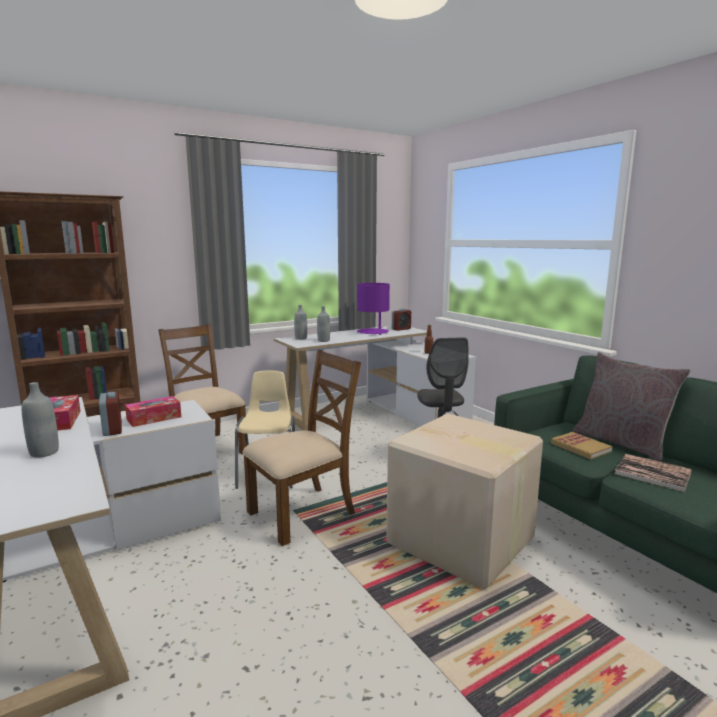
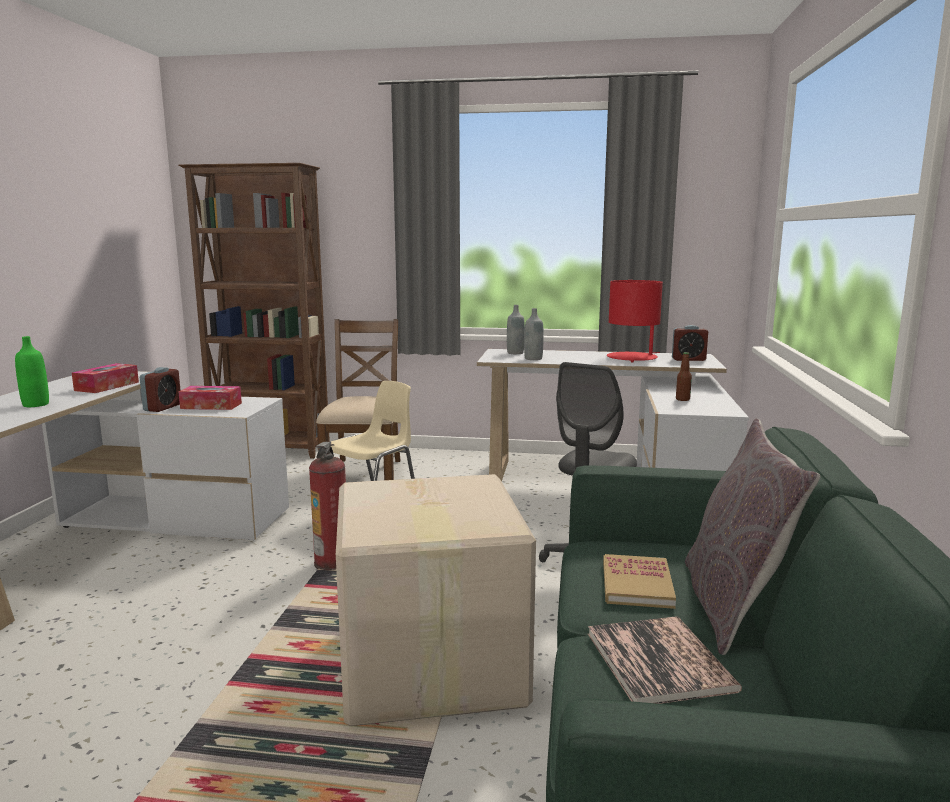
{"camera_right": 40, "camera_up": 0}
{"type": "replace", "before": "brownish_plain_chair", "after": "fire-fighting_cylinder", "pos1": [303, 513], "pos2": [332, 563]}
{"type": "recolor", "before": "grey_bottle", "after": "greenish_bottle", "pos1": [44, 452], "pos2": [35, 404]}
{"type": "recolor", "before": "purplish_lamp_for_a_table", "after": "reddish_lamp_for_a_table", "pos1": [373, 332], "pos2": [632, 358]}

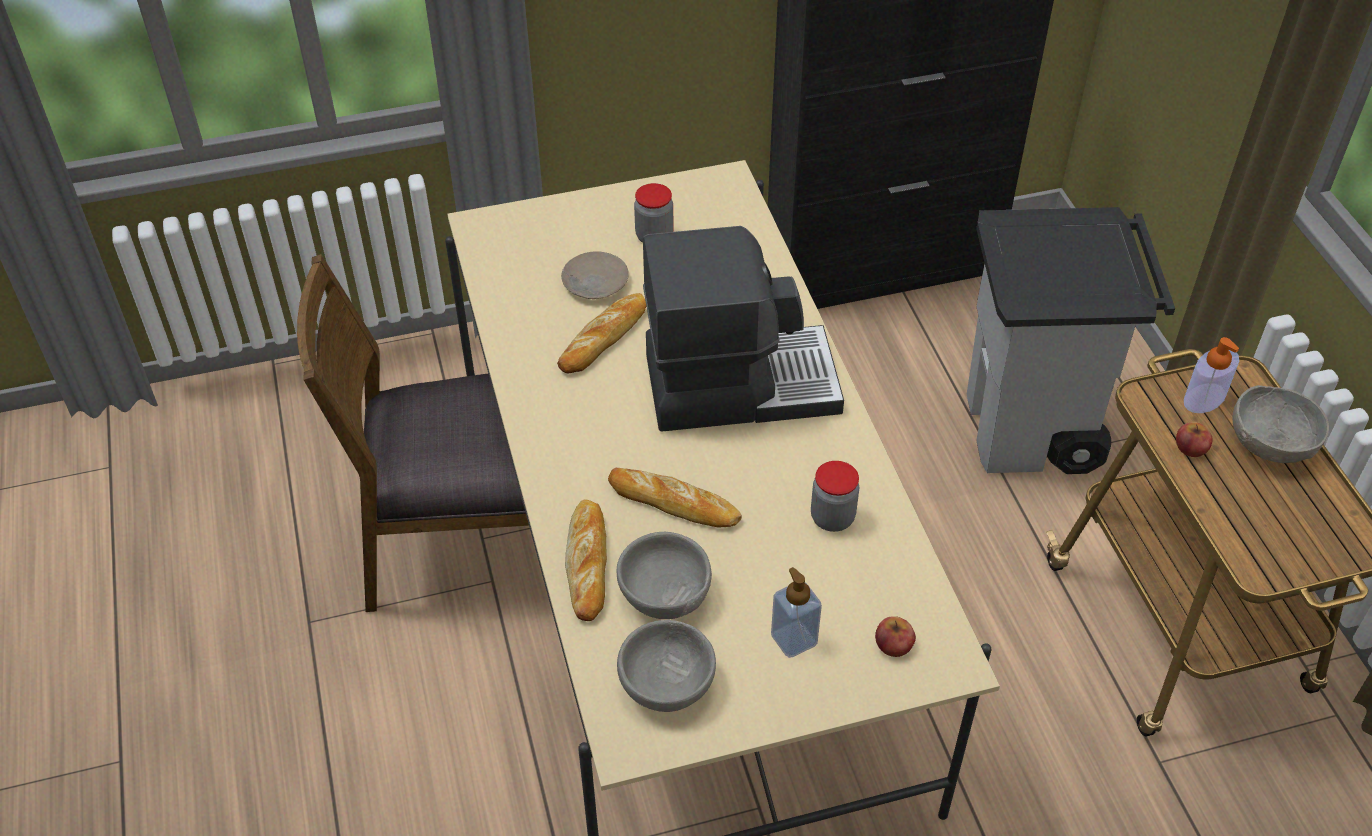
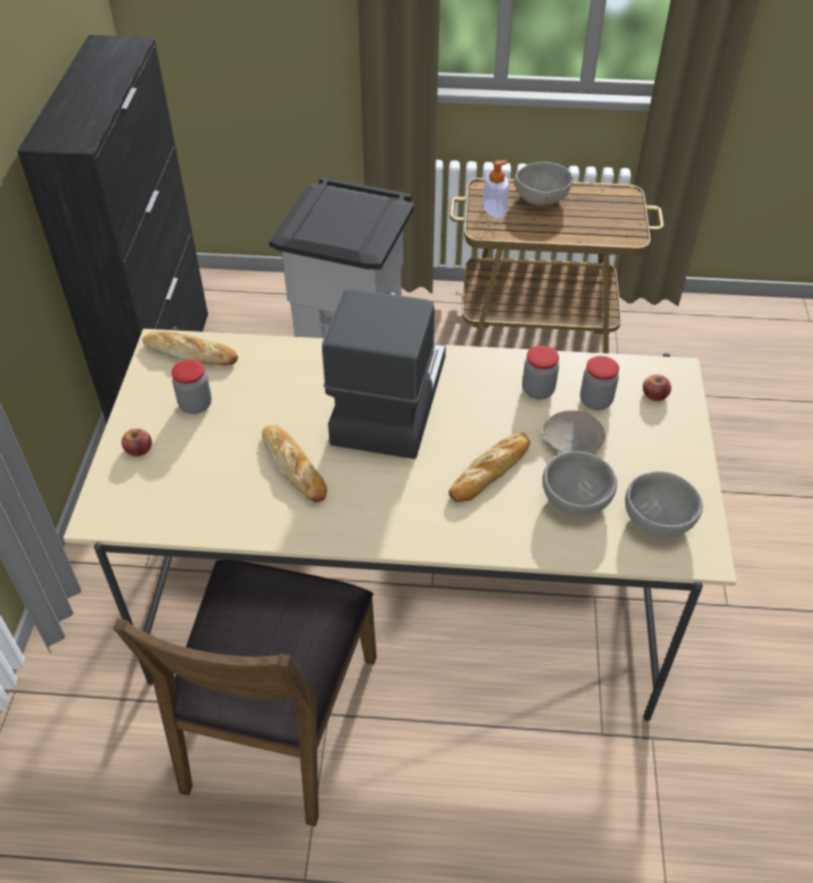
{"camera_right": -70, "camera_up": 0}
{"type": "delete", "before": "soap_bottle", "pos1": [794, 639]}
{"type": "insert", "after": "preserve_jar", "pos2": [595, 401]}
{"type": "move", "before": "beige_plate", "pos1": [595, 283], "pos2": [573, 439]}
{"type": "move", "before": "bread", "pos1": [588, 563], "pos2": [190, 353]}
{"type": "move", "before": "apple_fruit", "pos1": [1190, 448], "pos2": [138, 449]}

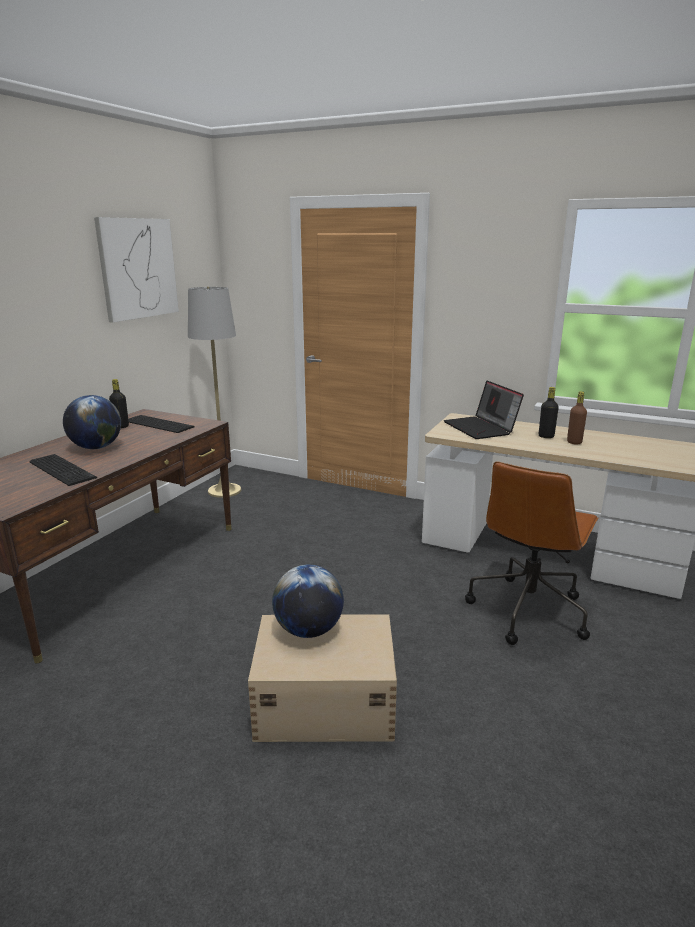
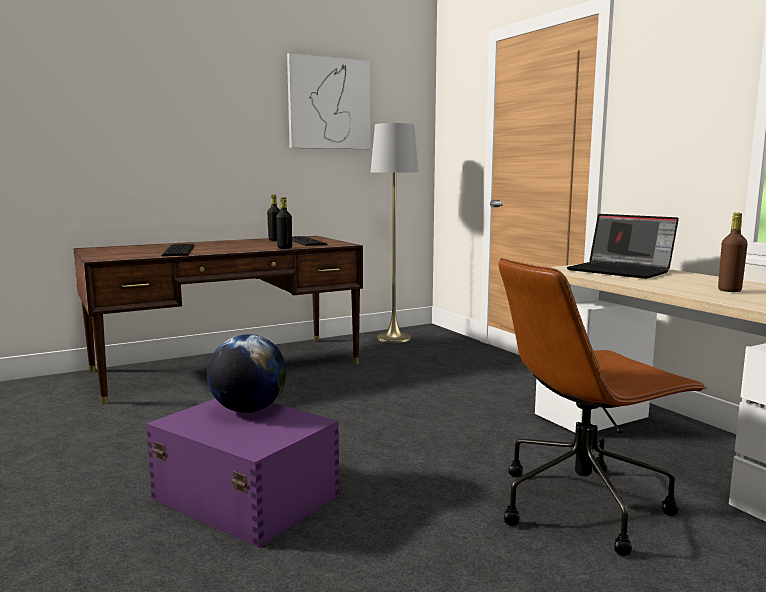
{"camera_right": 35, "camera_up": -10}
{"type": "delete", "before": "world_globe", "pos1": [96, 447]}
{"type": "move", "before": "black_bottle", "pos1": [546, 436], "pos2": [284, 248]}
{"type": "recolor", "before": "beige_storage_container", "after": "purplish_storage_container", "pos1": [323, 702], "pos2": [245, 496]}
{"type": "rotate", "before": "notebook_computer", "pos1": [481, 428], "pos2": [621, 271], "turn": -60}

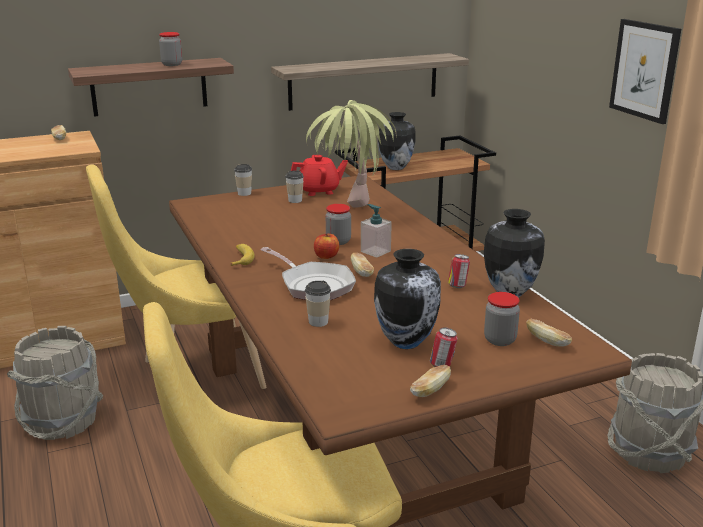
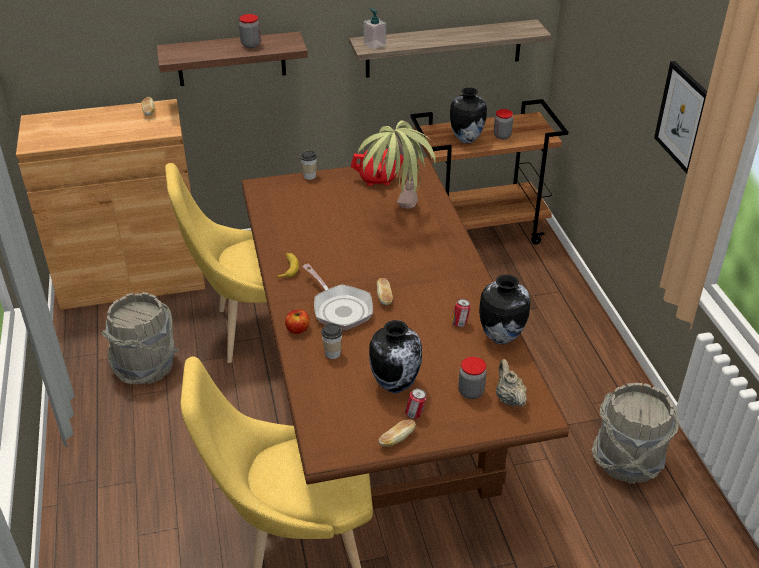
{"camera_right": 10, "camera_up": 15}
{"type": "delete", "before": "small_cup", "pos1": [295, 200]}
{"type": "move", "before": "apple_fruit", "pos1": [326, 256], "pos2": [297, 329]}
{"type": "move", "before": "preserve_jar", "pos1": [338, 241], "pos2": [502, 136]}
{"type": "move", "before": "soap_bottle", "pos1": [375, 251], "pos2": [374, 44]}
{"type": "replace", "before": "bread", "after": "beige_teapot", "pos1": [547, 341], "pos2": [509, 398]}

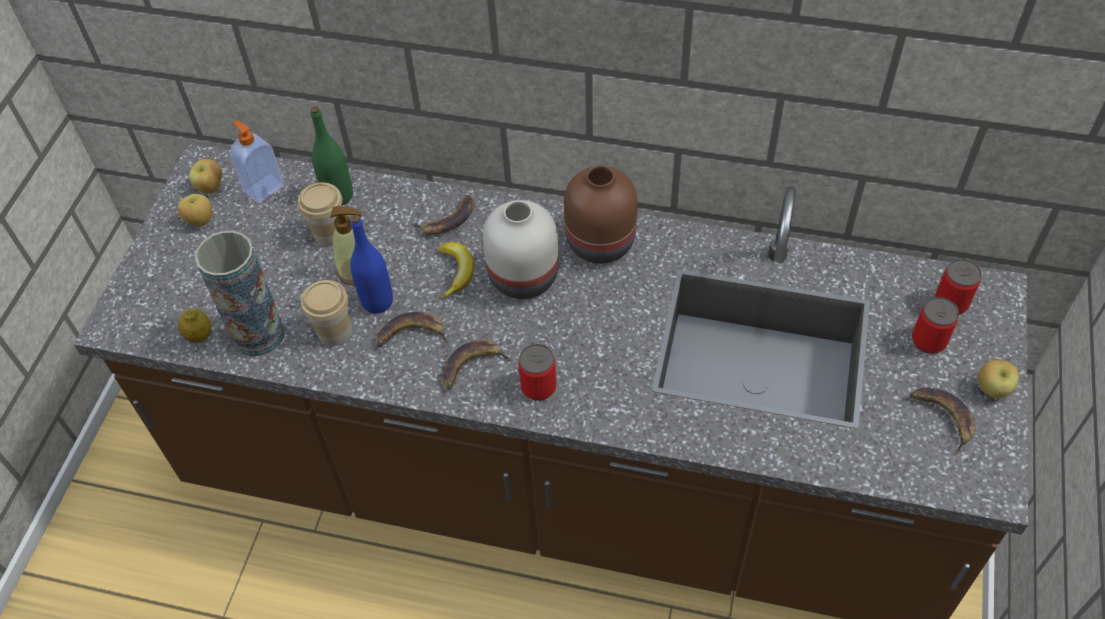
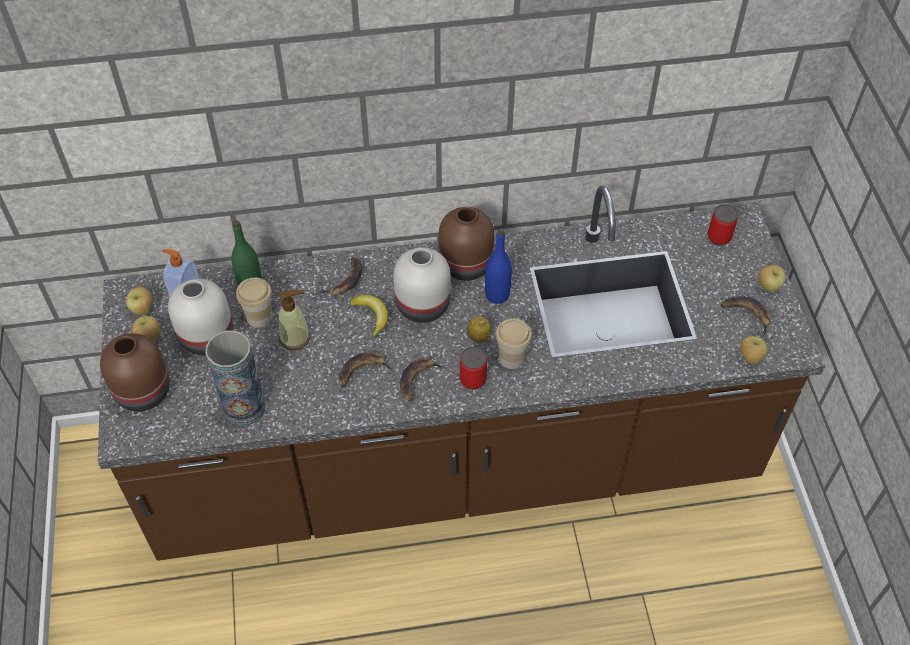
{"camera_right": -25, "camera_up": 0}
{"type": "delete", "before": "sealed_can", "pos1": [928, 341]}
{"type": "insert", "after": "brownish_decorative_vase", "pos2": [142, 390]}
{"type": "insert", "after": "whitish_decorative_vase", "pos2": [206, 338]}
{"type": "insert", "after": "apple_fruit", "pos2": [750, 358]}
{"type": "move", "before": "whole_lemon", "pos1": [200, 336], "pos2": [478, 337]}
{"type": "move", "before": "small_cup", "pos1": [334, 332], "pos2": [511, 358]}
{"type": "move", "before": "blue_bottle", "pos1": [377, 302], "pos2": [497, 295]}

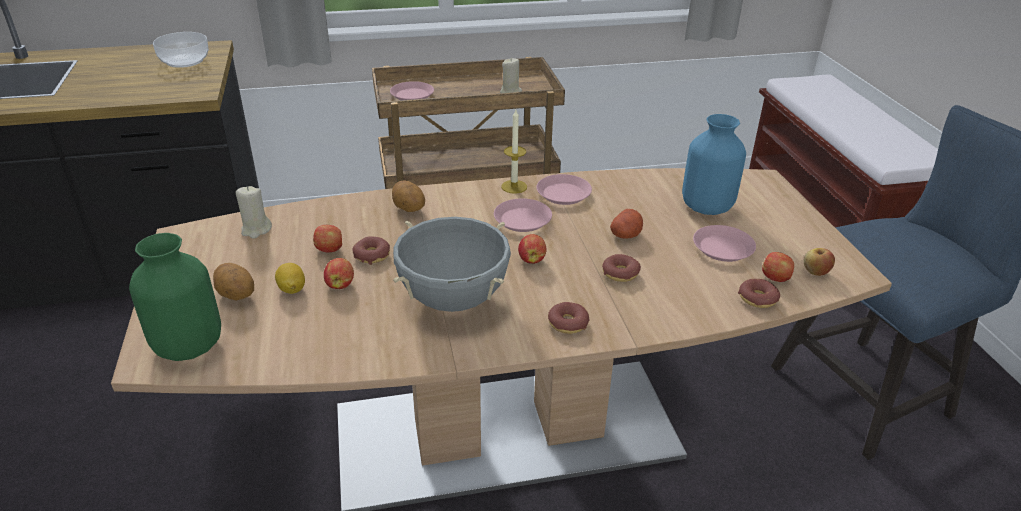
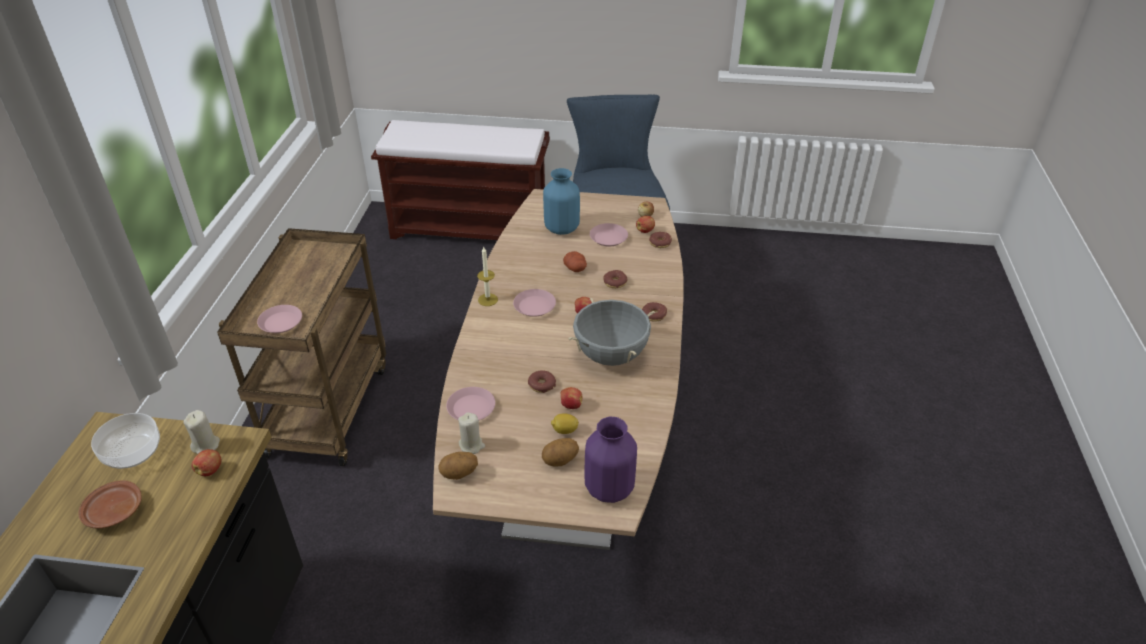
{"camera_right": -70, "camera_up": 5}
{"type": "insert", "after": "brownish_plate", "pos2": [114, 512]}
{"type": "move", "before": "apple_fruit", "pos1": [330, 249], "pos2": [210, 470]}
{"type": "move", "before": "whole_potato", "pos1": [408, 209], "pos2": [459, 474]}
{"type": "move", "before": "beige_wax_light", "pos1": [511, 92], "pos2": [206, 445]}
{"type": "move", "before": "pink_plate", "pos1": [563, 194], "pos2": [471, 408]}
{"type": "recolor", "before": "greenish_decorative_vase", "after": "purplish_decorative_vase", "pos1": [188, 345], "pos2": [608, 489]}

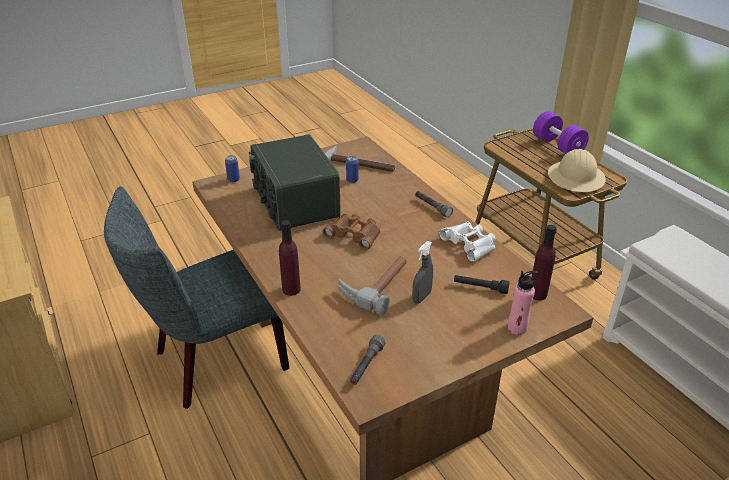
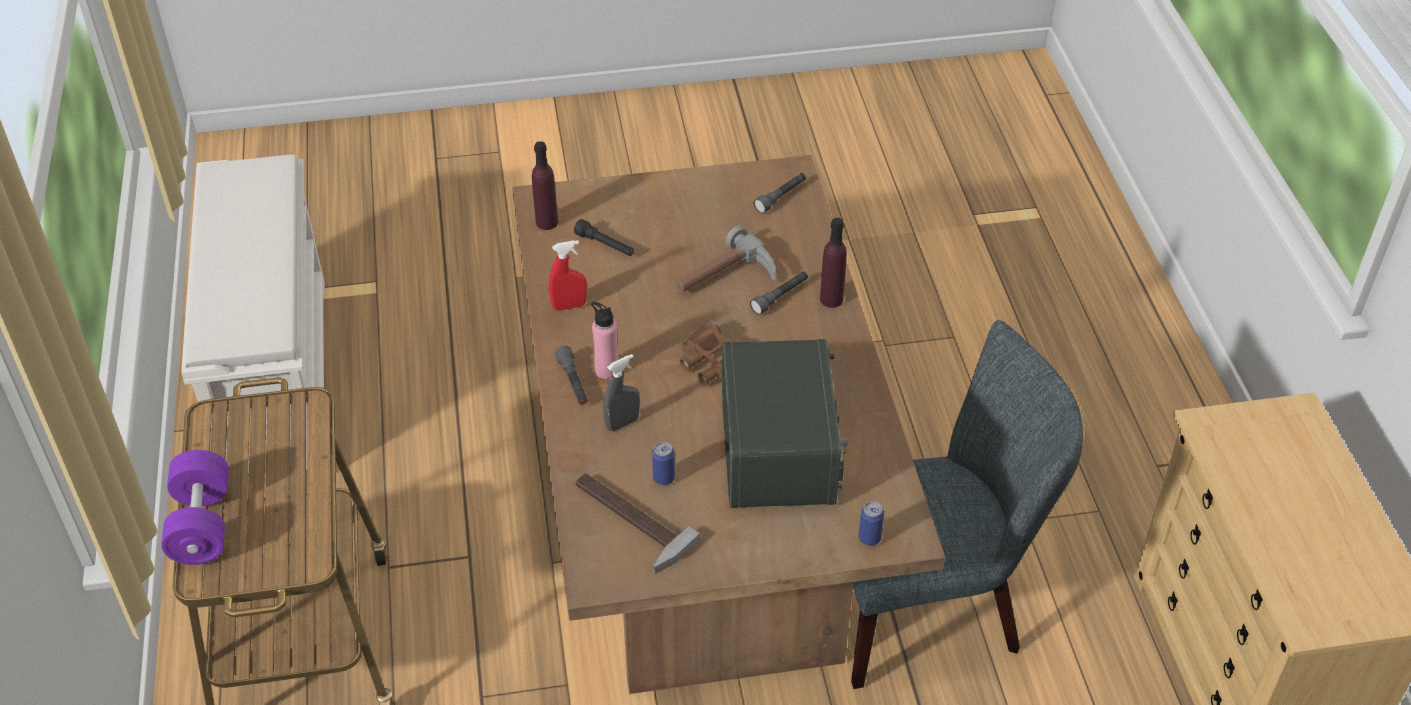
{"camera_right": -160, "camera_up": 10}
{"type": "delete", "before": "beige_work_helmet", "pos1": [576, 178]}
{"type": "insert", "after": "grey_flashlight", "pos2": [780, 297]}
{"type": "move", "before": "grey_sprayer", "pos1": [421, 297], "pos2": [622, 423]}
{"type": "move", "before": "pink_bottle", "pos1": [517, 328], "pos2": [607, 370]}
{"type": "replace", "before": "whitish_field_glasses", "after": "reddish_sprayer", "pos1": [470, 244], "pos2": [569, 306]}

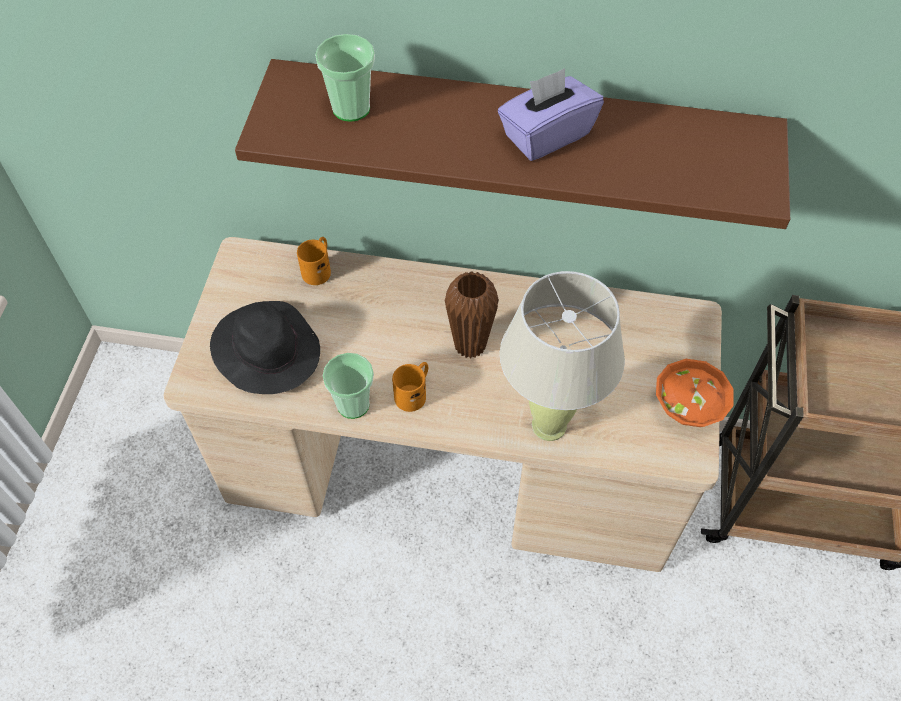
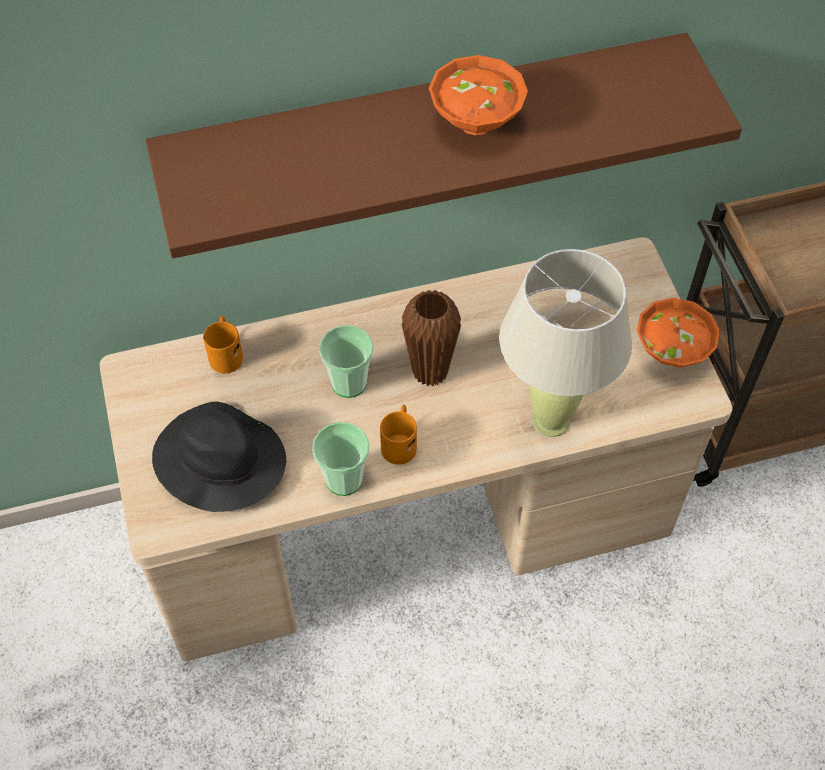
{"camera_right": -25, "camera_up": 0}
{"type": "move", "before": "small_cup", "pos1": [351, 108], "pos2": [349, 383]}
{"type": "replace", "before": "purplish_box_of_tissues", "after": "orange-coloured_deep_dish", "pos1": [546, 135], "pos2": [476, 124]}

